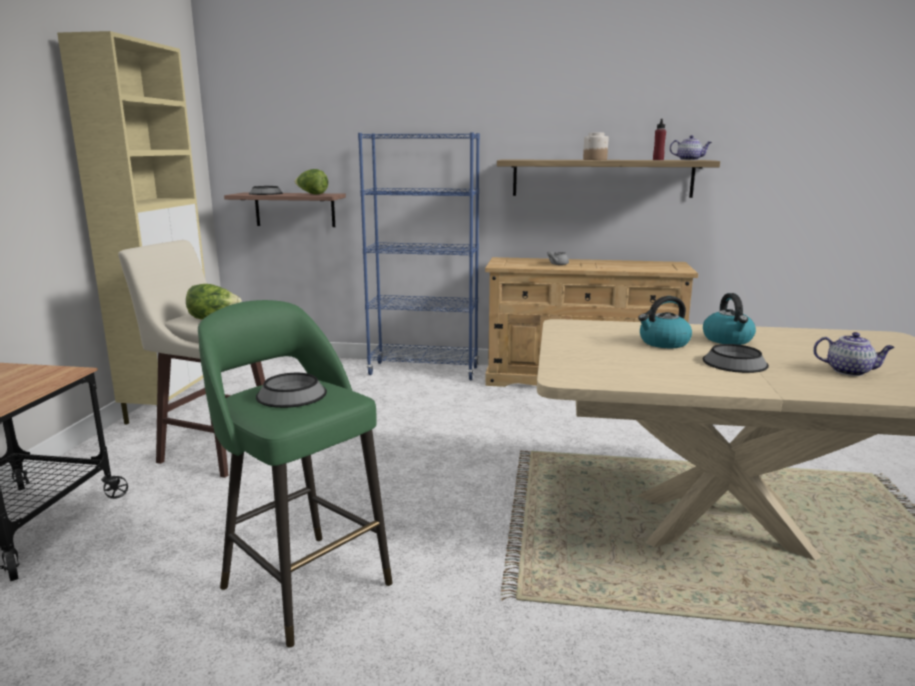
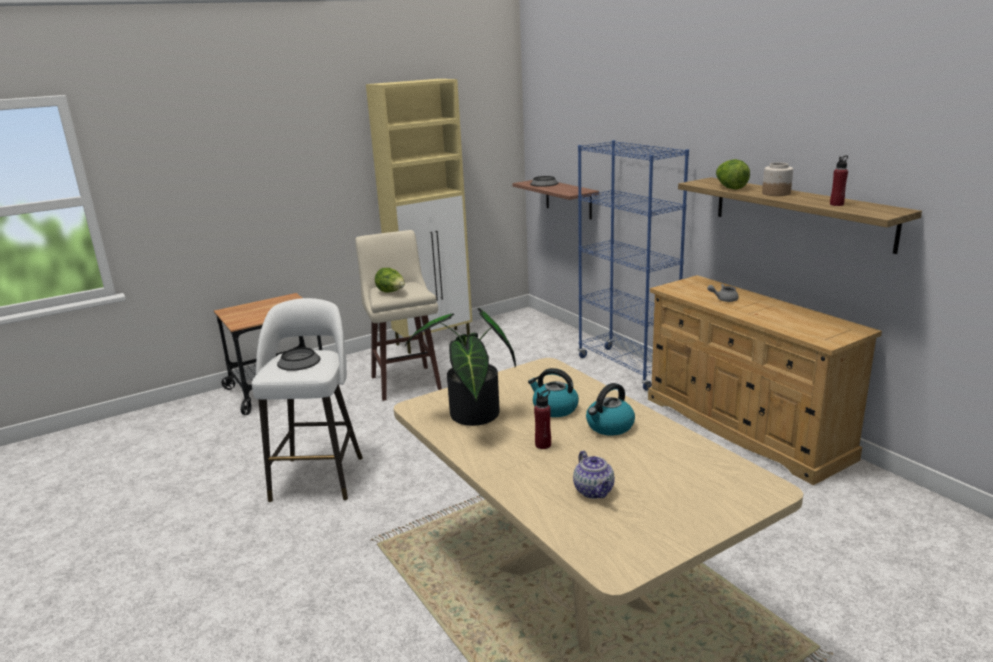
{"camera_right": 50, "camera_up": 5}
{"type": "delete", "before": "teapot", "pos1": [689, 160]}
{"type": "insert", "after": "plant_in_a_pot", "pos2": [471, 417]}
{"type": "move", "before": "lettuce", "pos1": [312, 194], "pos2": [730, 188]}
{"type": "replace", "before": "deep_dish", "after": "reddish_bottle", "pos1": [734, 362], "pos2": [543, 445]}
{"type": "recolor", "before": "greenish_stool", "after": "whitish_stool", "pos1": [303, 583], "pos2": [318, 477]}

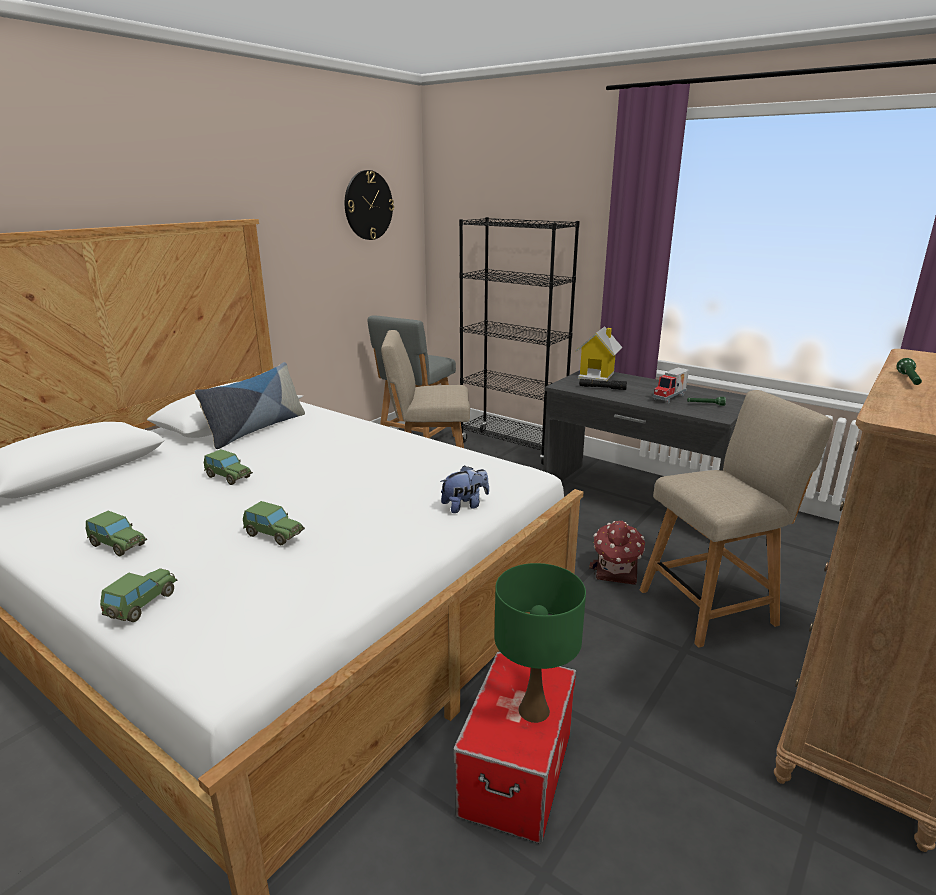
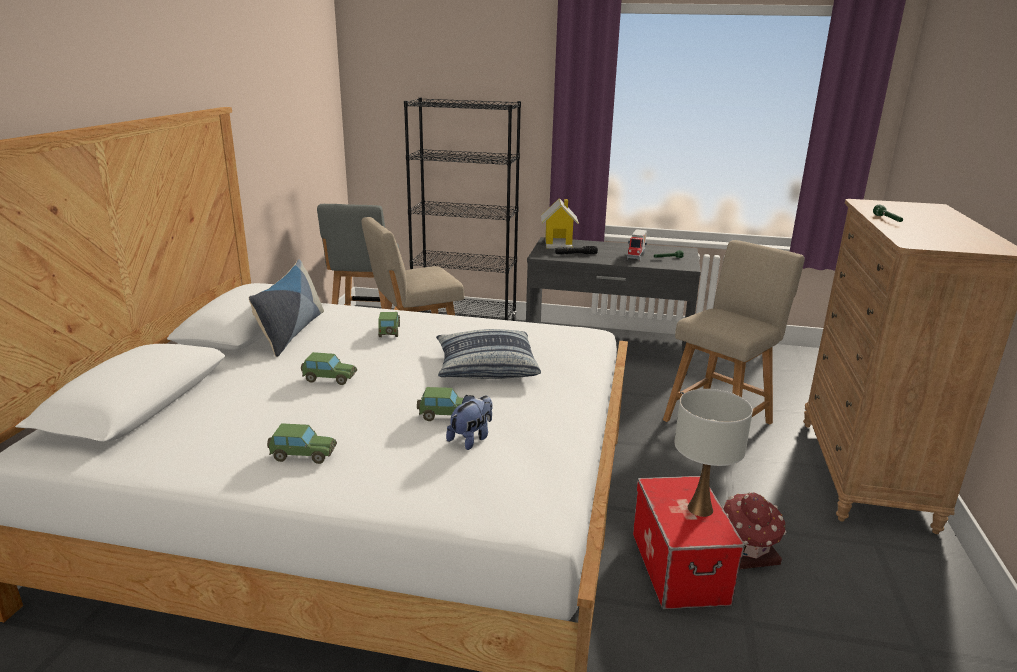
{"camera_right": -25, "camera_up": 0}
{"type": "delete", "before": "hanging_clock", "pos1": [368, 205]}
{"type": "insert", "after": "cushion", "pos2": [485, 367]}
{"type": "move", "before": "miniature_car", "pos1": [141, 605], "pos2": [389, 331]}
{"type": "move", "before": "plush_toy", "pos1": [465, 505], "pos2": [471, 439]}
{"type": "move", "before": "toy_house", "pos1": [616, 571], "pos2": [747, 552]}
{"type": "recolor", "before": "greenish_lamp_for_a_table", "after": "whitish_lamp_for_a_table", "pos1": [533, 710], "pos2": [699, 508]}

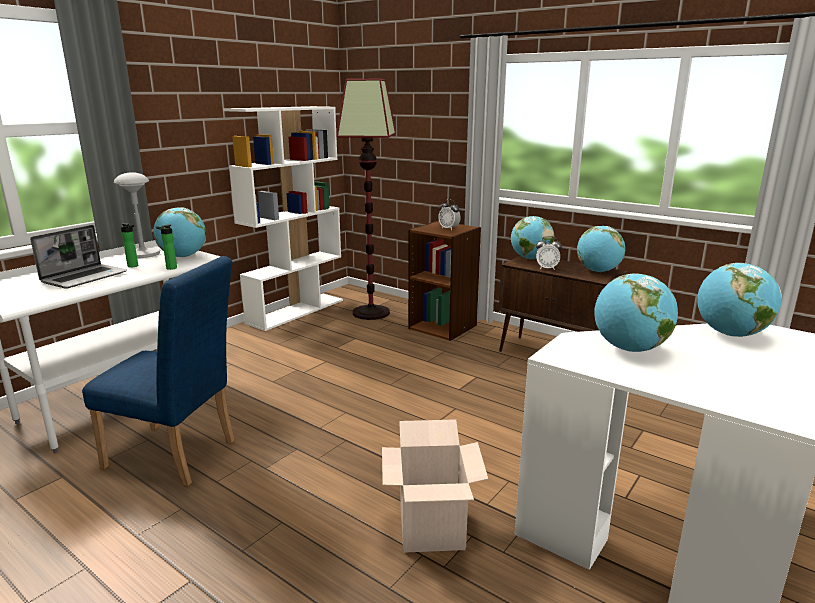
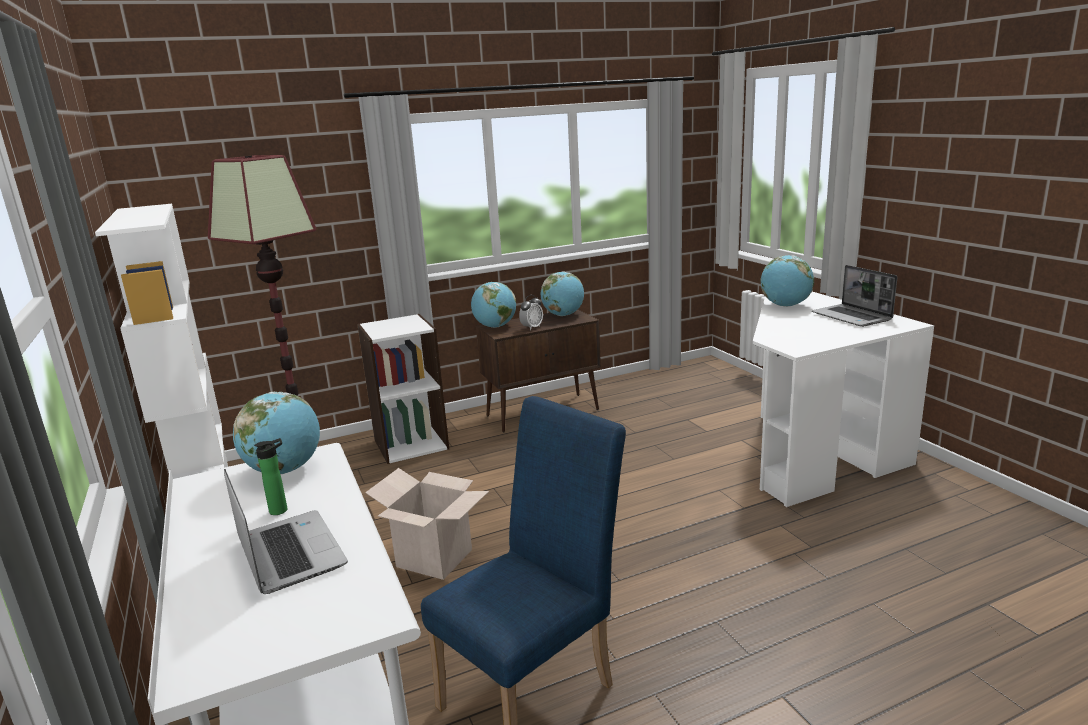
{"camera_right": -60, "camera_up": 0}
{"type": "delete", "before": "grey_lamp_for_a_table", "pos1": [143, 254]}
{"type": "delete", "before": "bottle", "pos1": [170, 268]}
{"type": "delete", "before": "alarm_clock", "pos1": [449, 228]}
{"type": "delete", "before": "world_globe", "pos1": [629, 349]}
{"type": "insert", "after": "notebook_computer", "pos2": [852, 317]}
{"type": "move", "before": "packing_box", "pos1": [431, 528], "pos2": [434, 558]}
{"type": "recolor", "before": "brownish_bookcase", "after": "whitish_bookcase", "pos1": [443, 326], "pos2": [411, 444]}

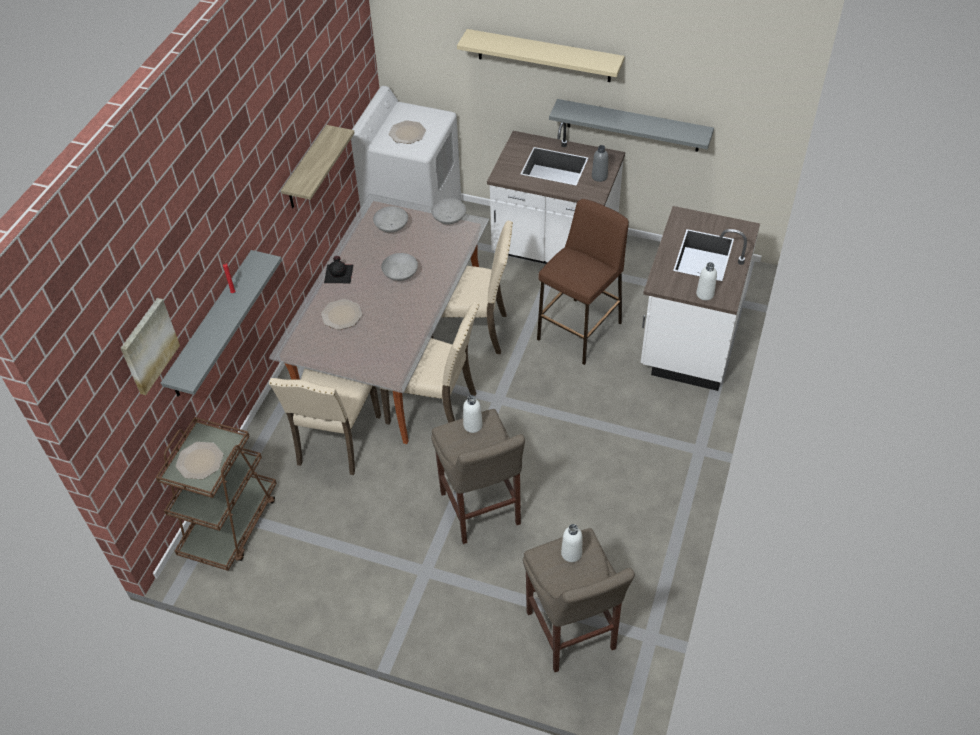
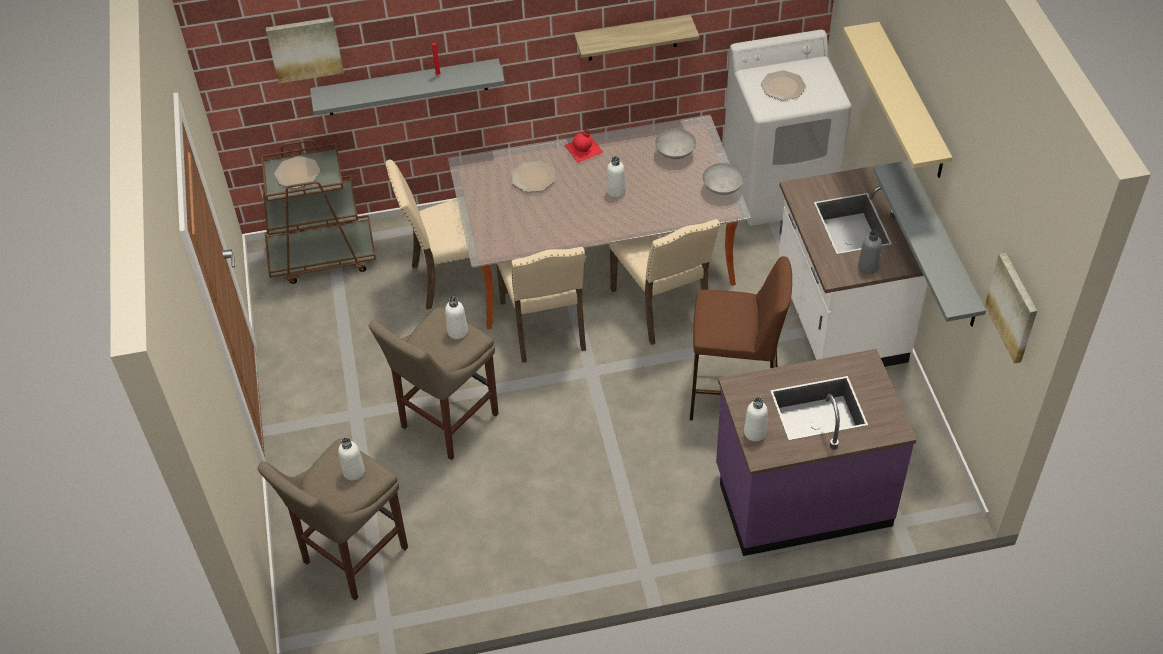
{"camera_right": 60, "camera_up": 0}
{"type": "insert", "after": "wall_art", "pos2": [1013, 307]}
{"type": "replace", "before": "grey_deep_dish", "after": "whitish_bottle", "pos1": [400, 275], "pos2": [616, 191]}
{"type": "recolor", "before": "black_bottle", "after": "reddish_bottle", "pos1": [339, 273], "pos2": [584, 148]}
{"type": "recolor", "before": "whitish_kitchen_counter", "after": "purplish_kitchen_counter", "pos1": [689, 338], "pos2": [802, 496]}

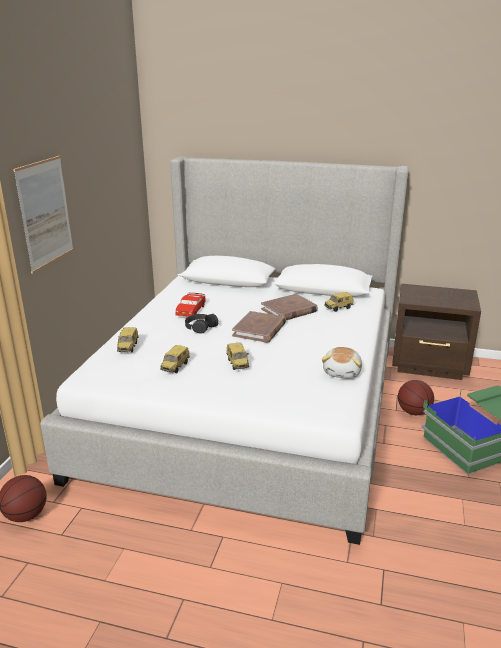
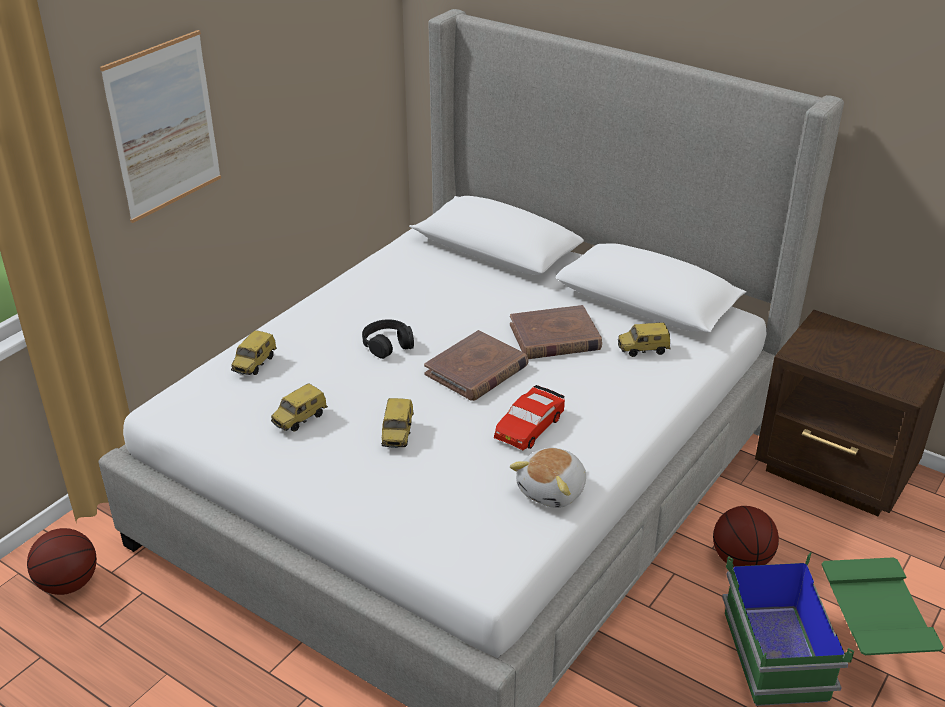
{"camera_right": 20, "camera_up": 10}
{"type": "move", "before": "reddish_miniature_car", "pos1": [190, 310], "pos2": [529, 426]}

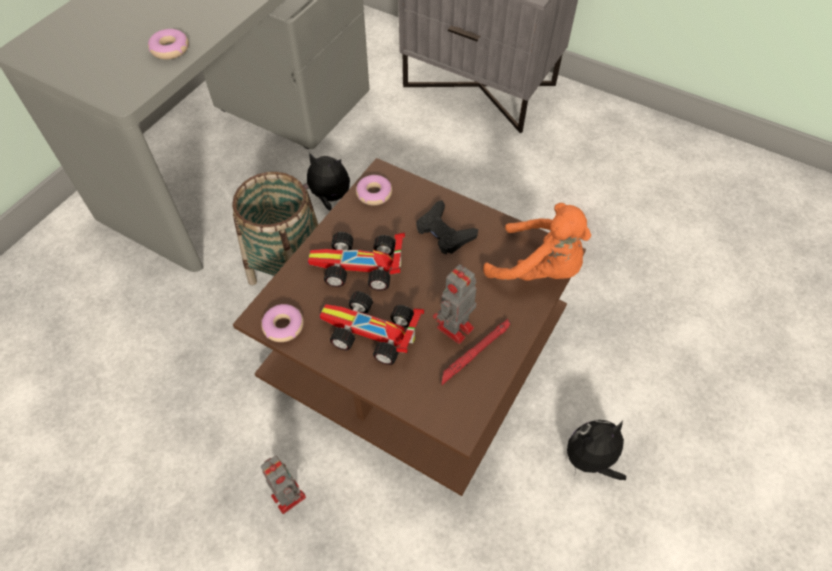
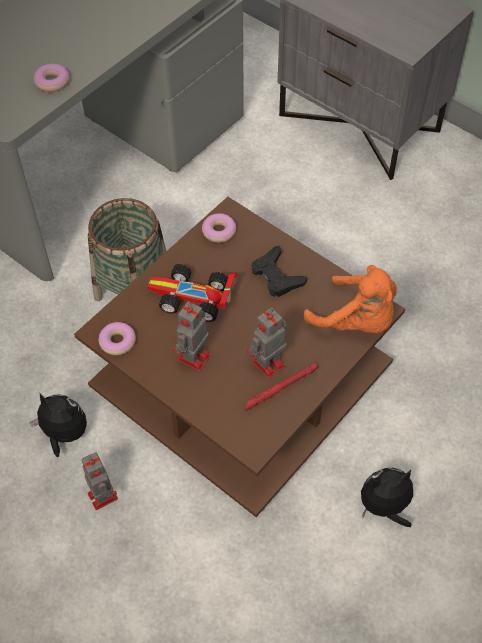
{"camera_right": 10, "camera_up": 0}
{"type": "move", "before": "plush_toy", "pos1": [329, 198], "pos2": [64, 434]}
{"type": "replace", "before": "miniature_car", "after": "model_robot", "pos1": [371, 334], "pos2": [193, 359]}

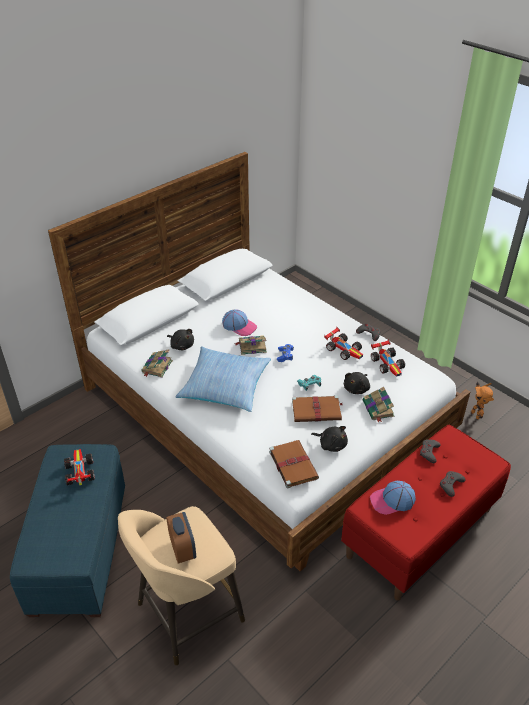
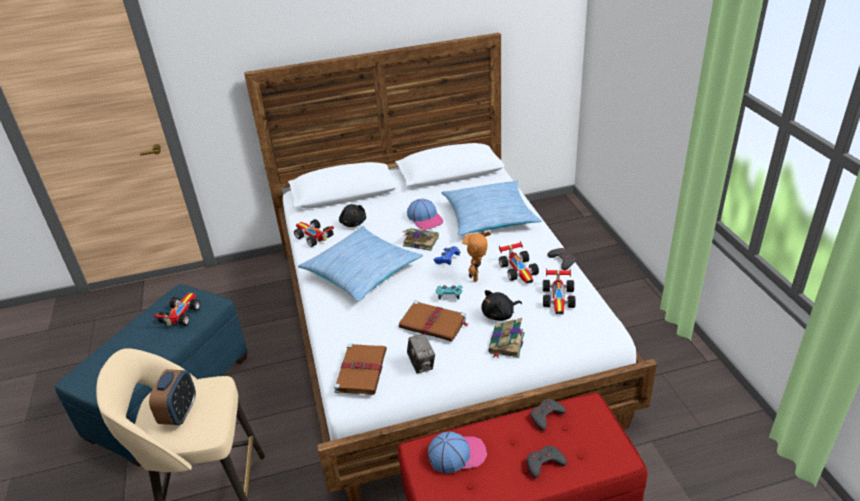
{"camera_right": 30, "camera_up": -5}
{"type": "insert", "after": "cushion", "pos2": [489, 216]}
{"type": "move", "before": "model_robot", "pos1": [476, 415], "pos2": [478, 277]}
{"type": "replace", "before": "bound_book", "after": "miniature_car", "pos1": [157, 367], "pos2": [313, 237]}
{"type": "replace", "before": "black_plush_toy", "after": "photo_camera", "pos1": [331, 444], "pos2": [421, 364]}
{"type": "rotate", "before": "baseball_cap", "pos1": [392, 501], "pos2": [457, 454], "turn": 150}

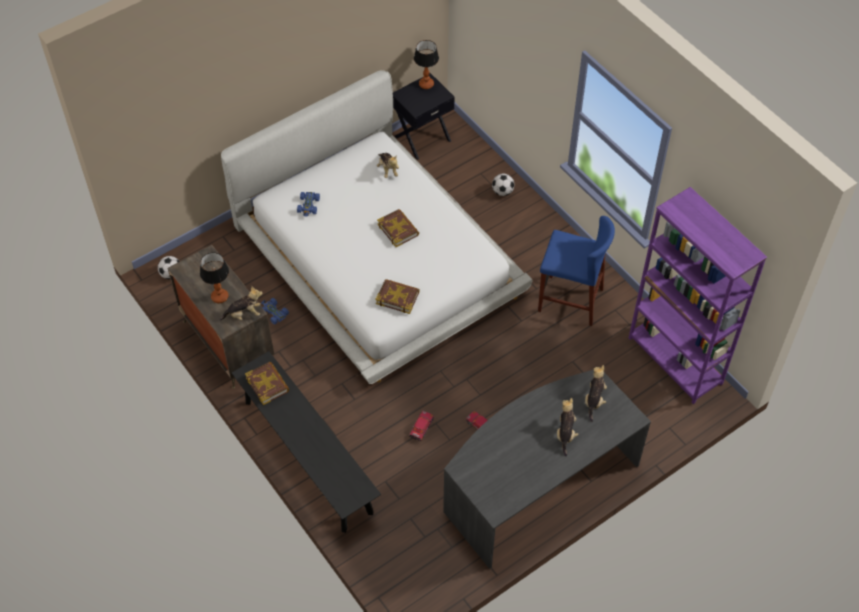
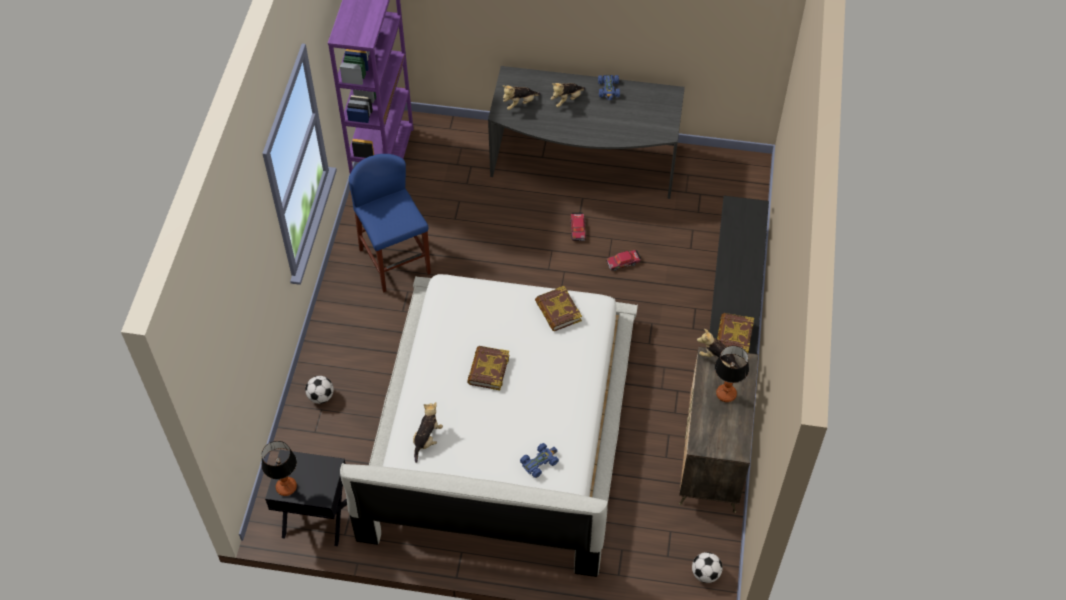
{"camera_right": -135, "camera_up": 0}
{"type": "move", "before": "blue_miniature_car", "pos1": [273, 313], "pos2": [608, 89]}

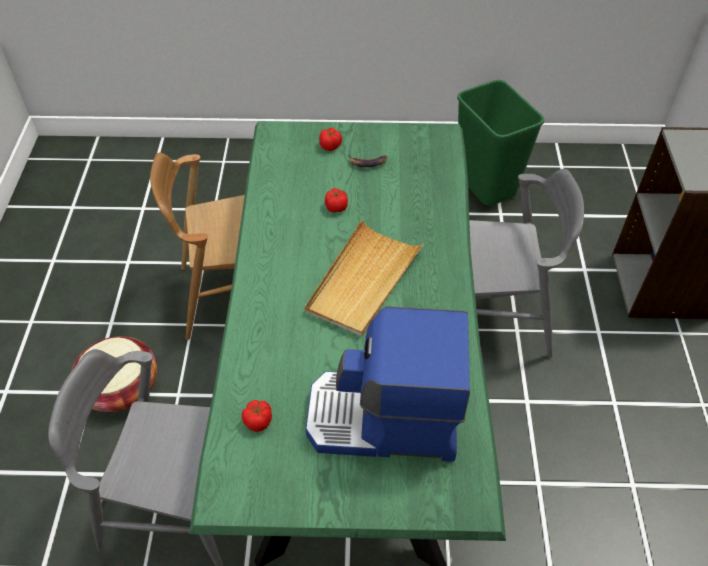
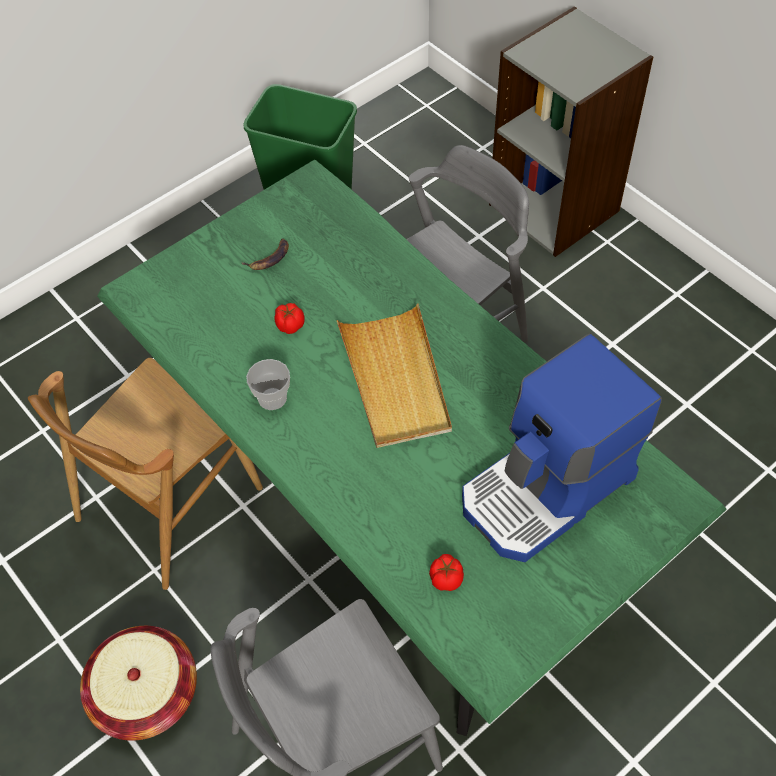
{"camera_right": -40, "camera_up": 5}
{"type": "delete", "before": "tomato", "pos1": [330, 146]}
{"type": "insert", "after": "small_cup", "pos2": [272, 398]}

